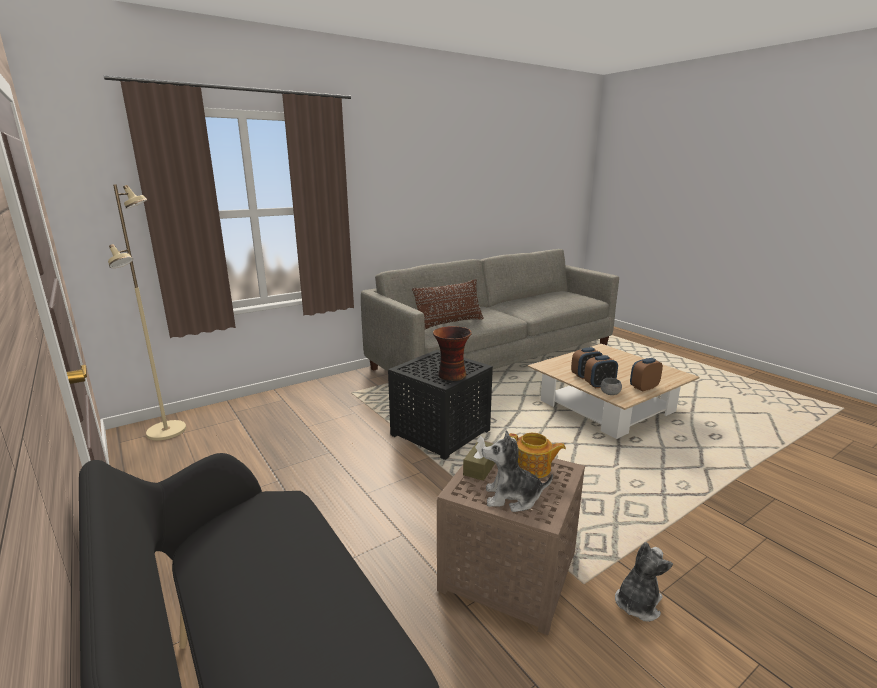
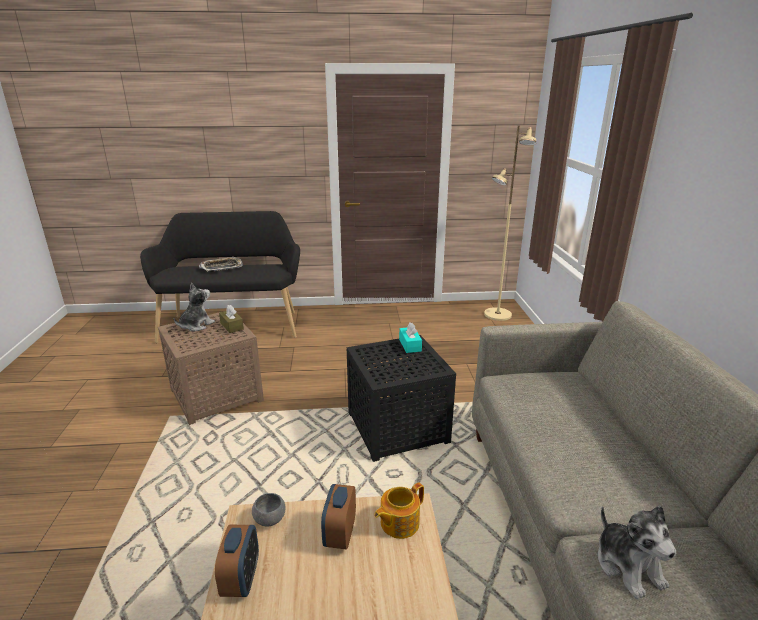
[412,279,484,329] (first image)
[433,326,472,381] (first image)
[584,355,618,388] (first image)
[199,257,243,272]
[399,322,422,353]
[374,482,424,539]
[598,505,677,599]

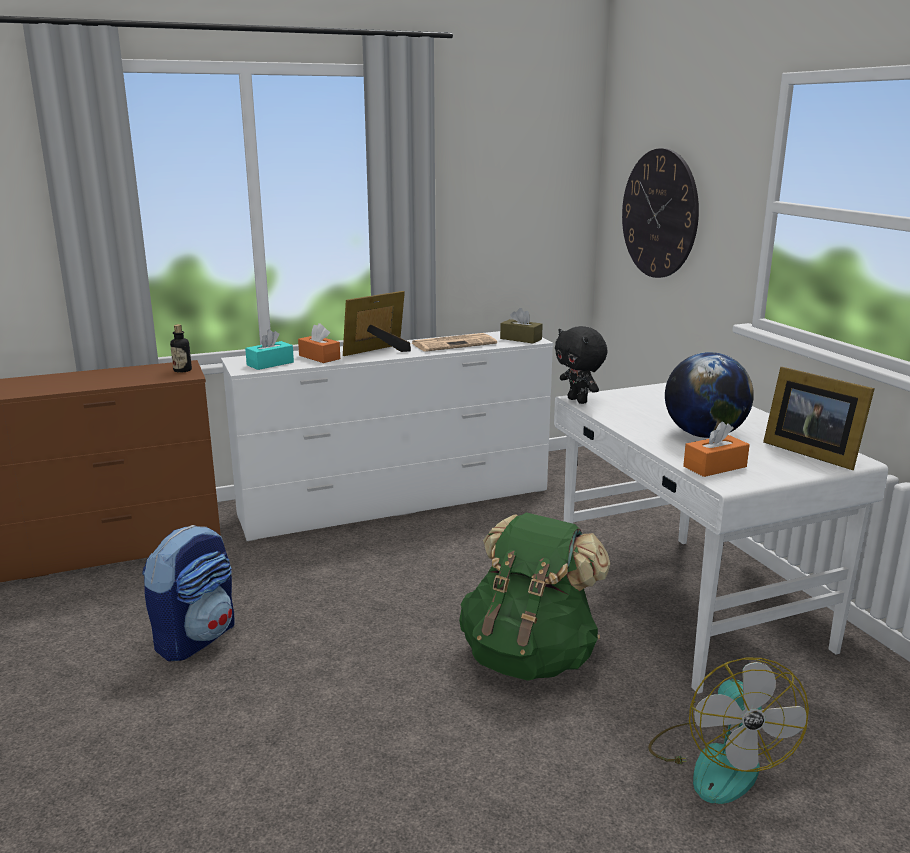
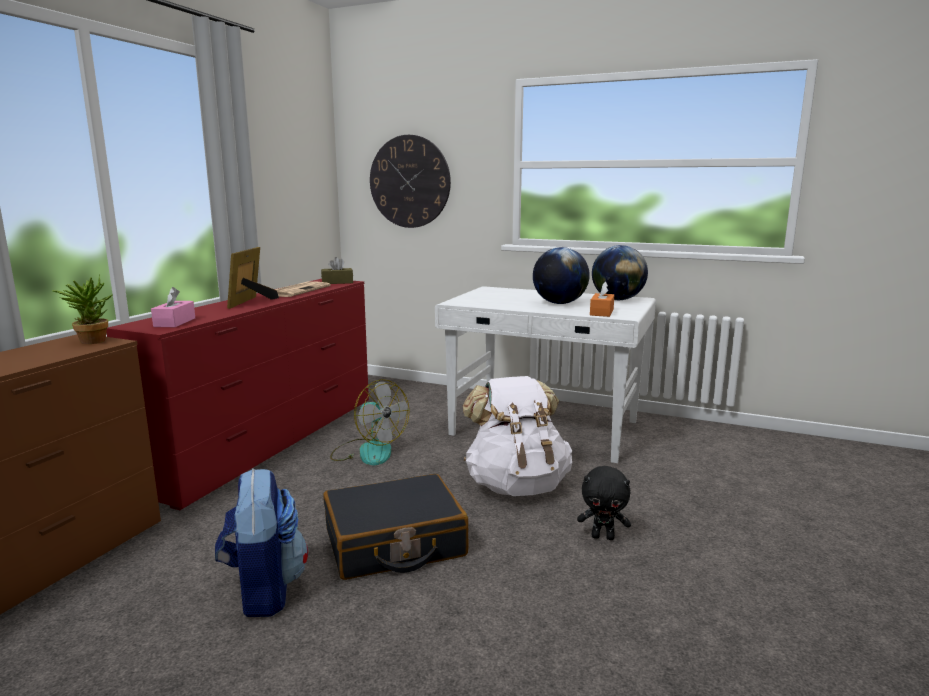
[298,323,340,363] (first image)
[323,474,469,580]
[577,466,631,540]
[330,379,410,465]
[52,274,113,344]
[592,245,648,300]
[107,279,369,510]
[151,287,195,327]
[462,376,572,496]

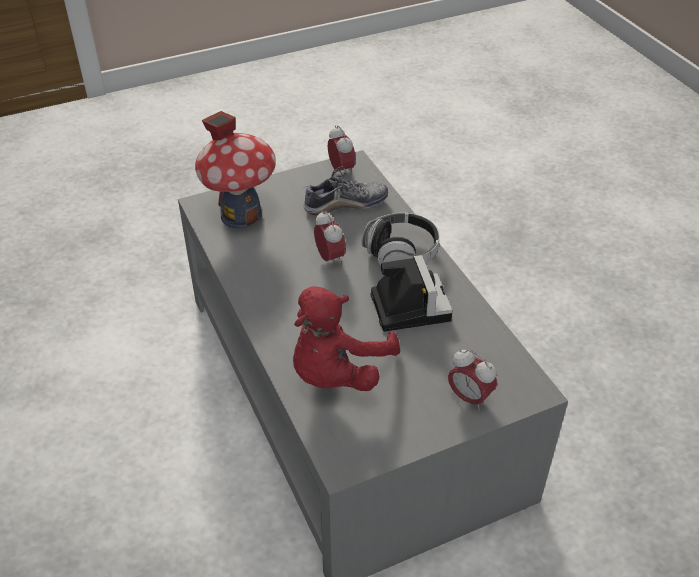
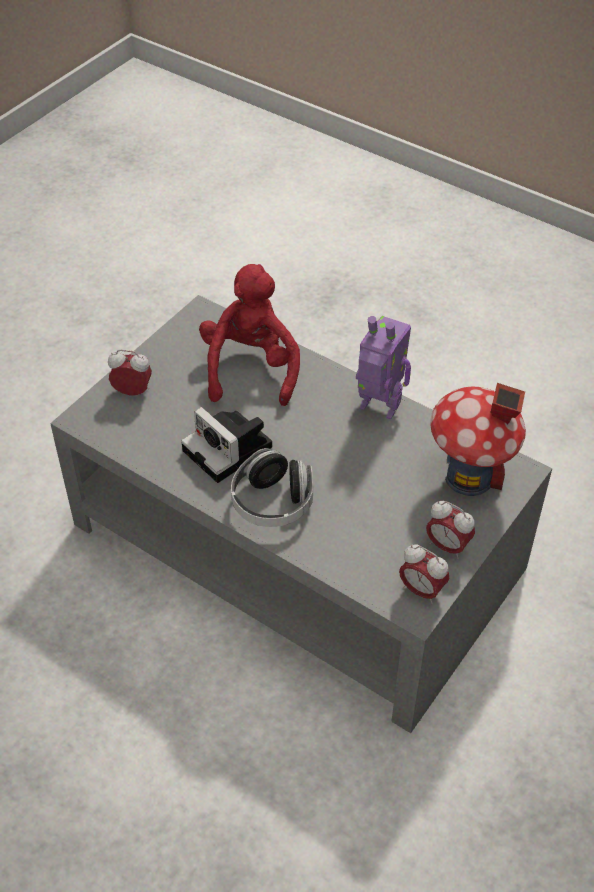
[304,166,388,216] (first image)
[356,316,411,419]
[426,501,475,559]

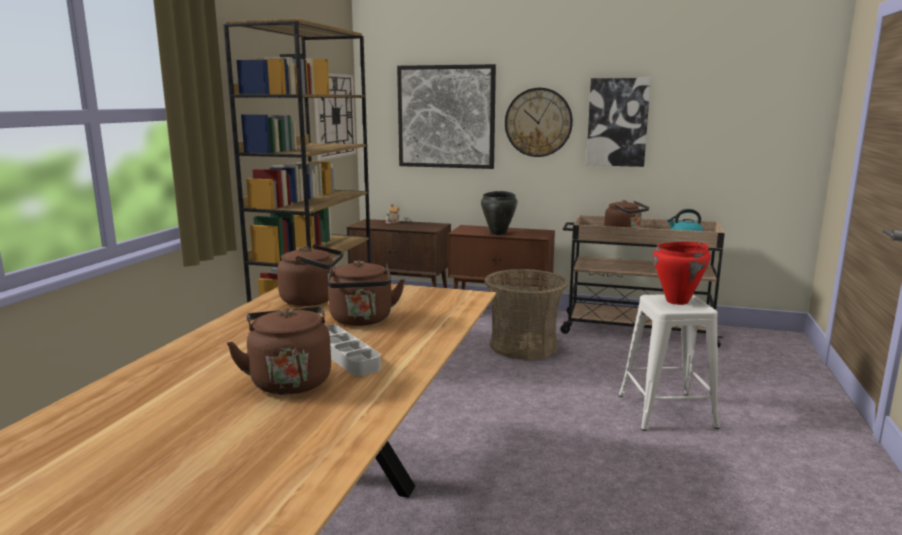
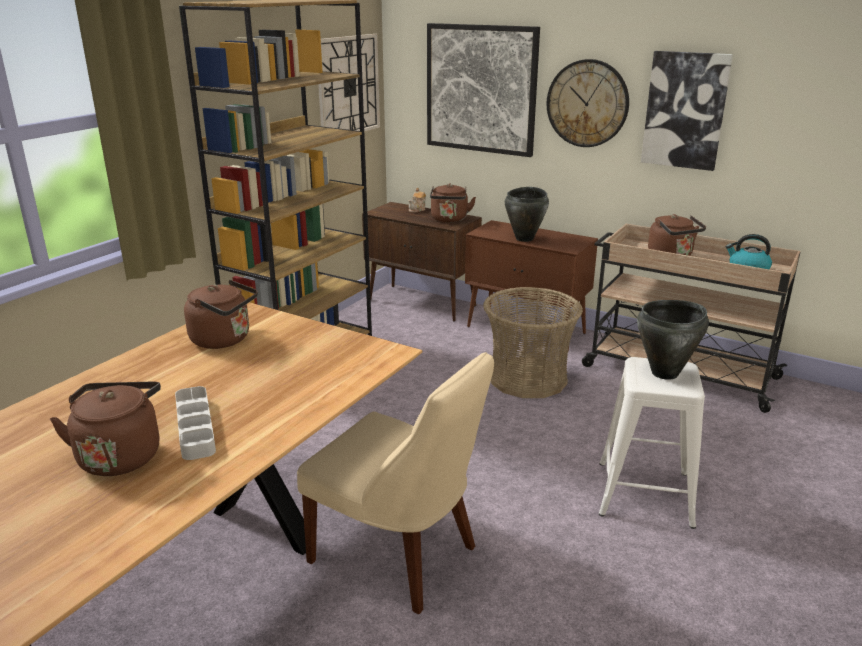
[297,352,494,614]
[430,184,476,222]
[637,300,709,380]

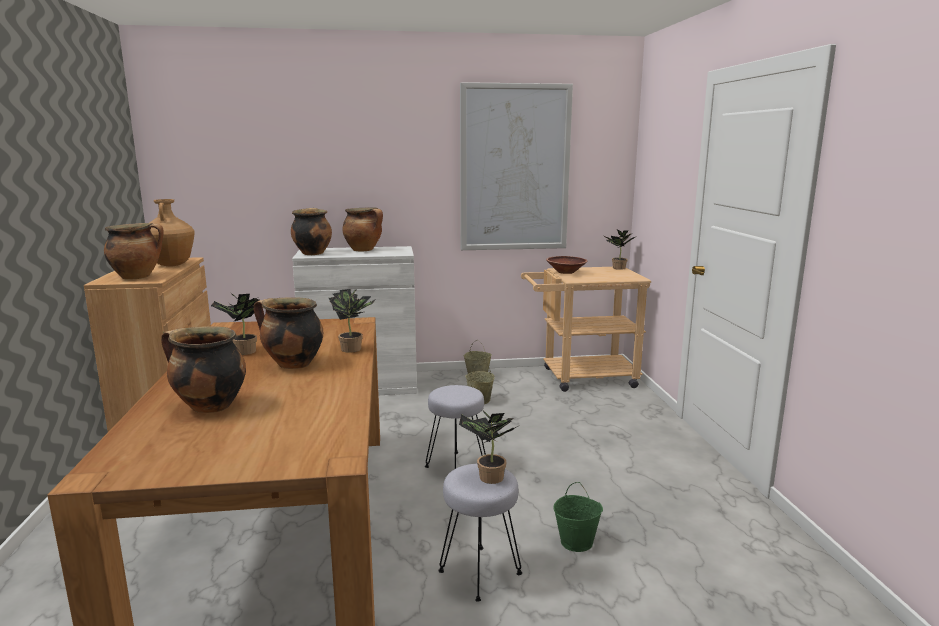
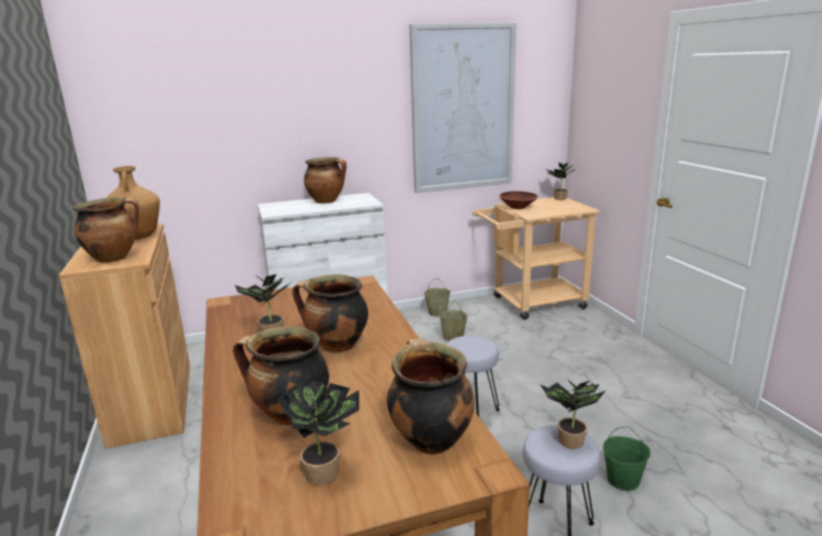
[387,339,475,454]
[277,381,359,485]

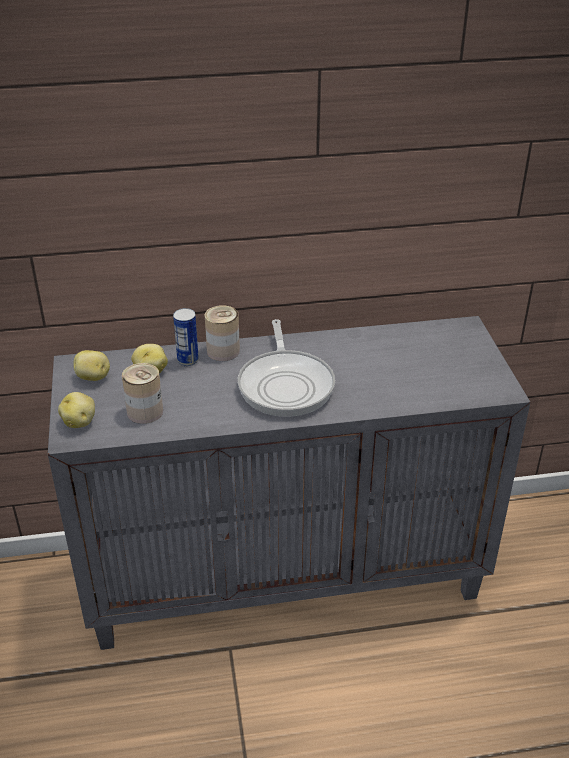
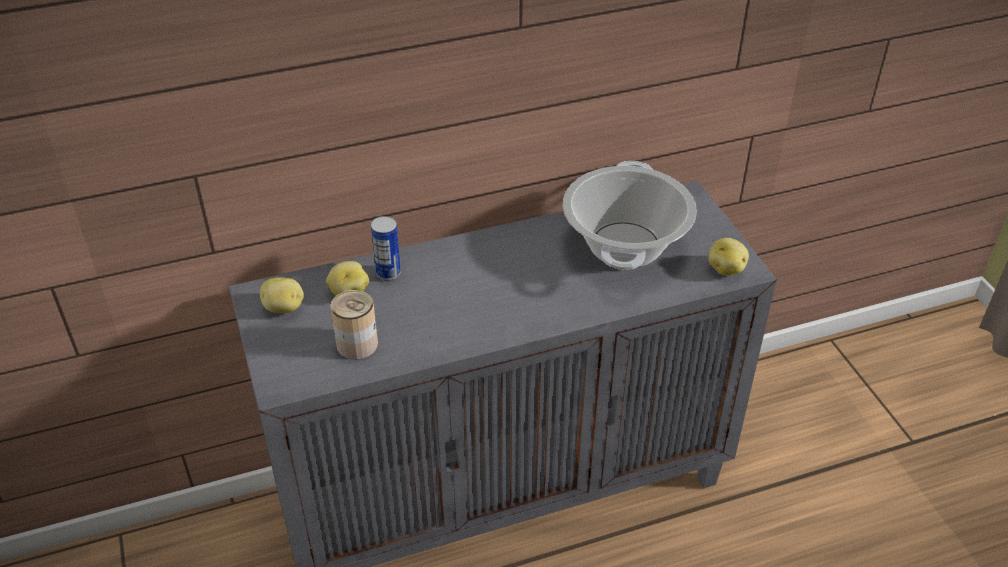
[205,305,240,361] (first image)
[238,319,335,417] (first image)
[563,161,697,270]
[708,238,749,276]

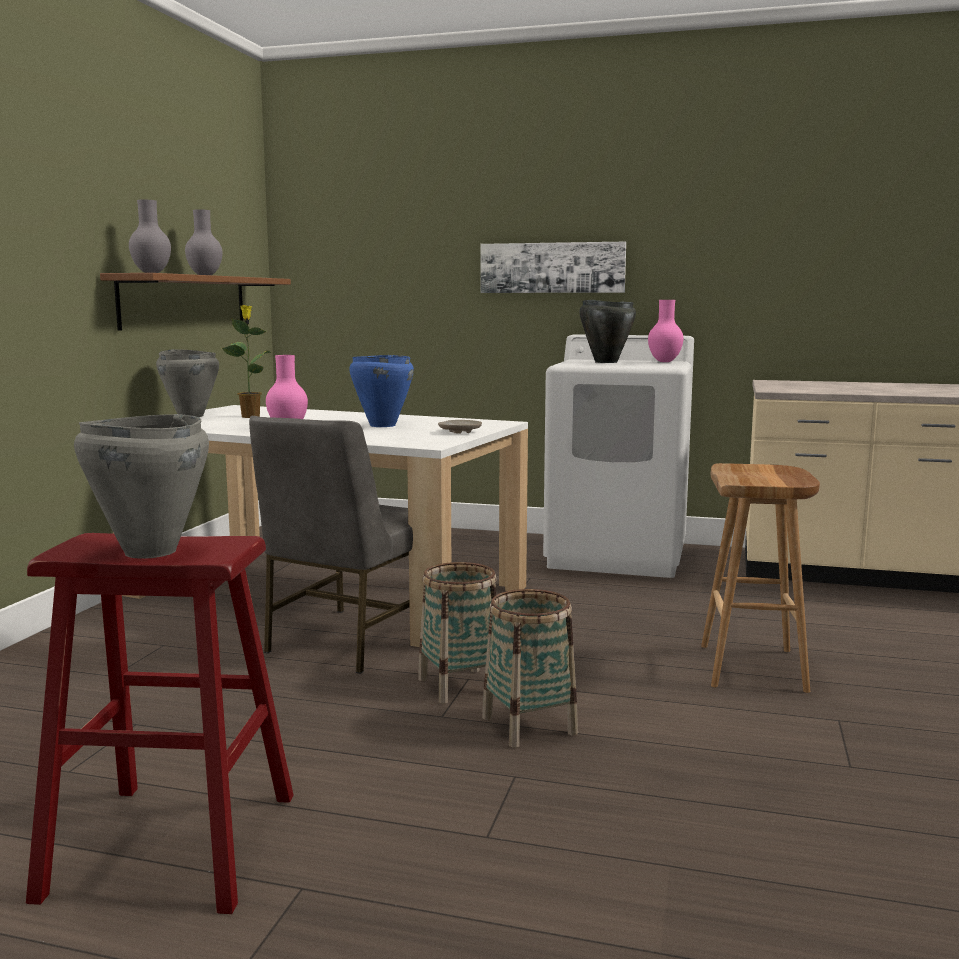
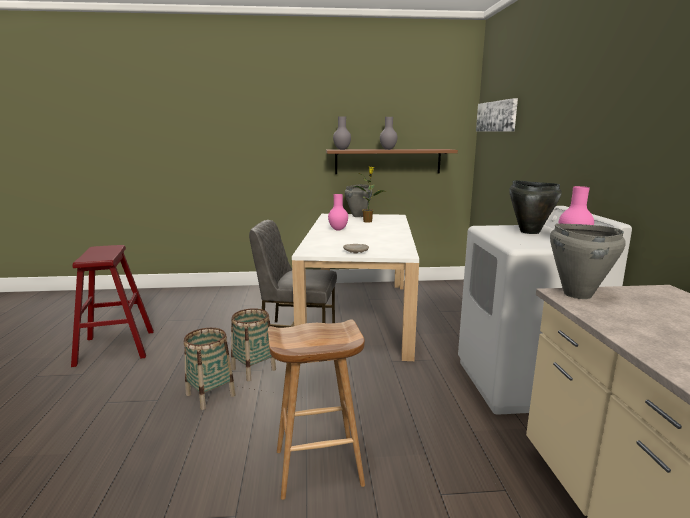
[349,355,414,427] (first image)
[550,224,626,299]
[476,98,518,132]

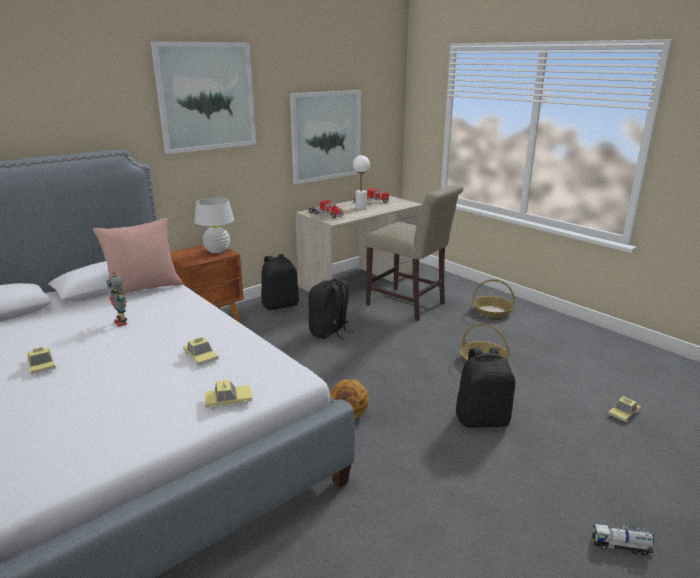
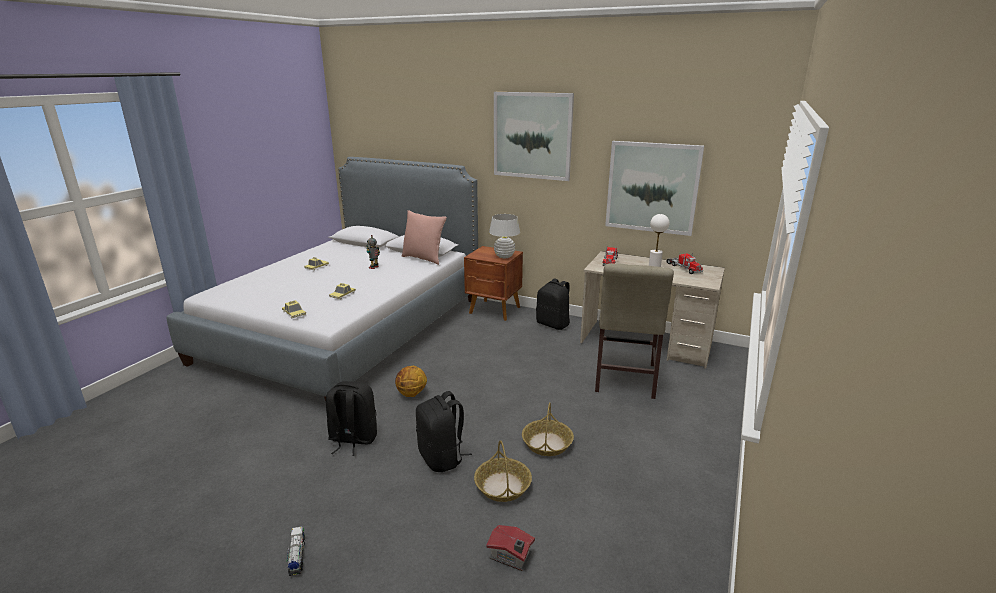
[326,381,377,456]
[474,440,532,502]
[486,525,535,571]

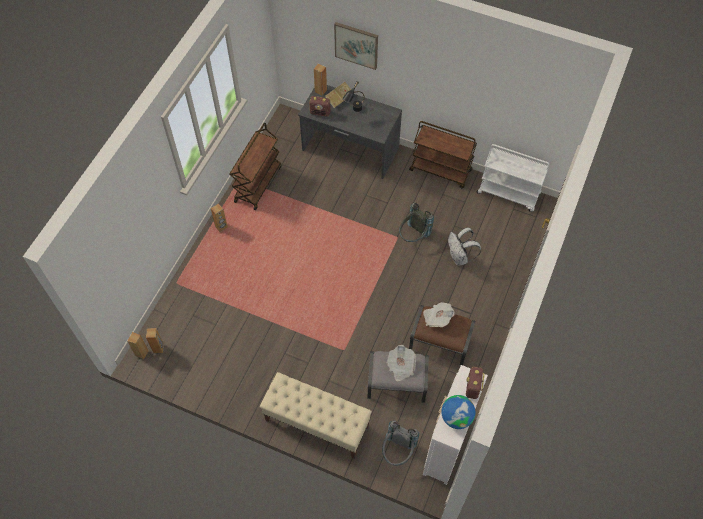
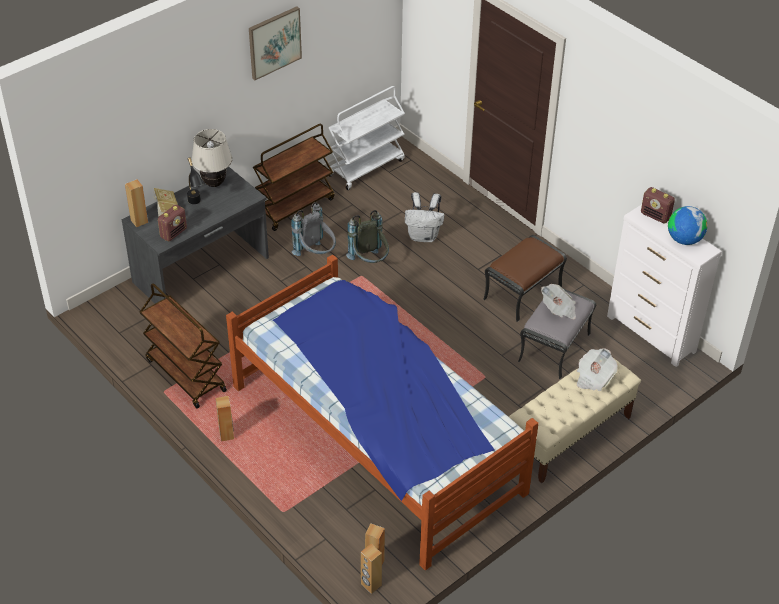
[191,129,232,187]
[226,255,539,570]
[249,6,302,80]
[291,202,336,256]
[577,348,618,391]

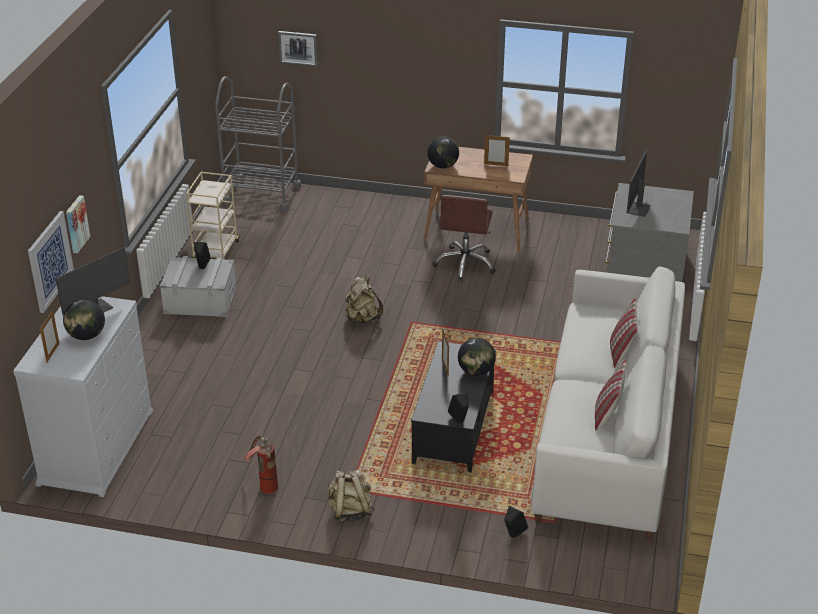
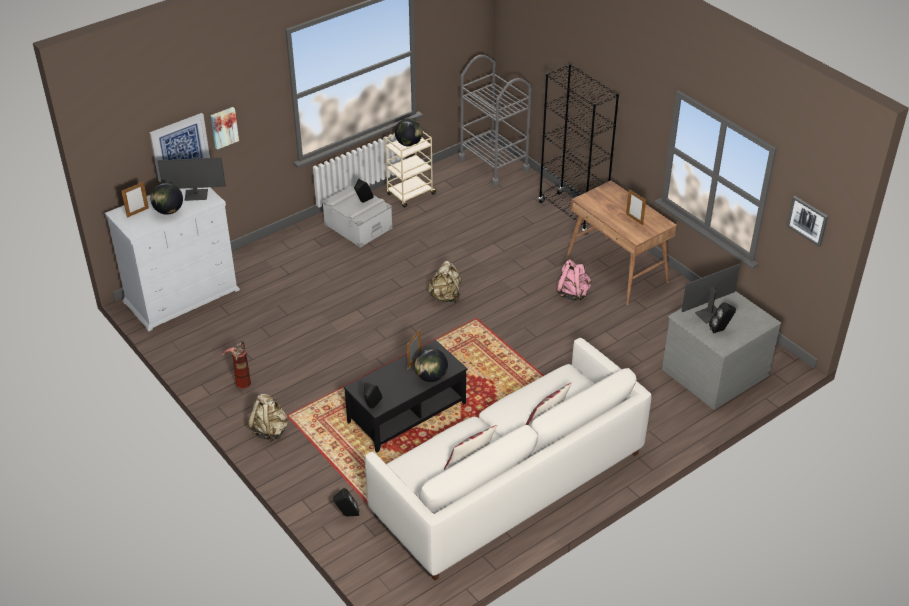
[539,64,619,235]
[709,302,736,333]
[787,196,828,247]
[395,118,423,147]
[556,259,592,301]

